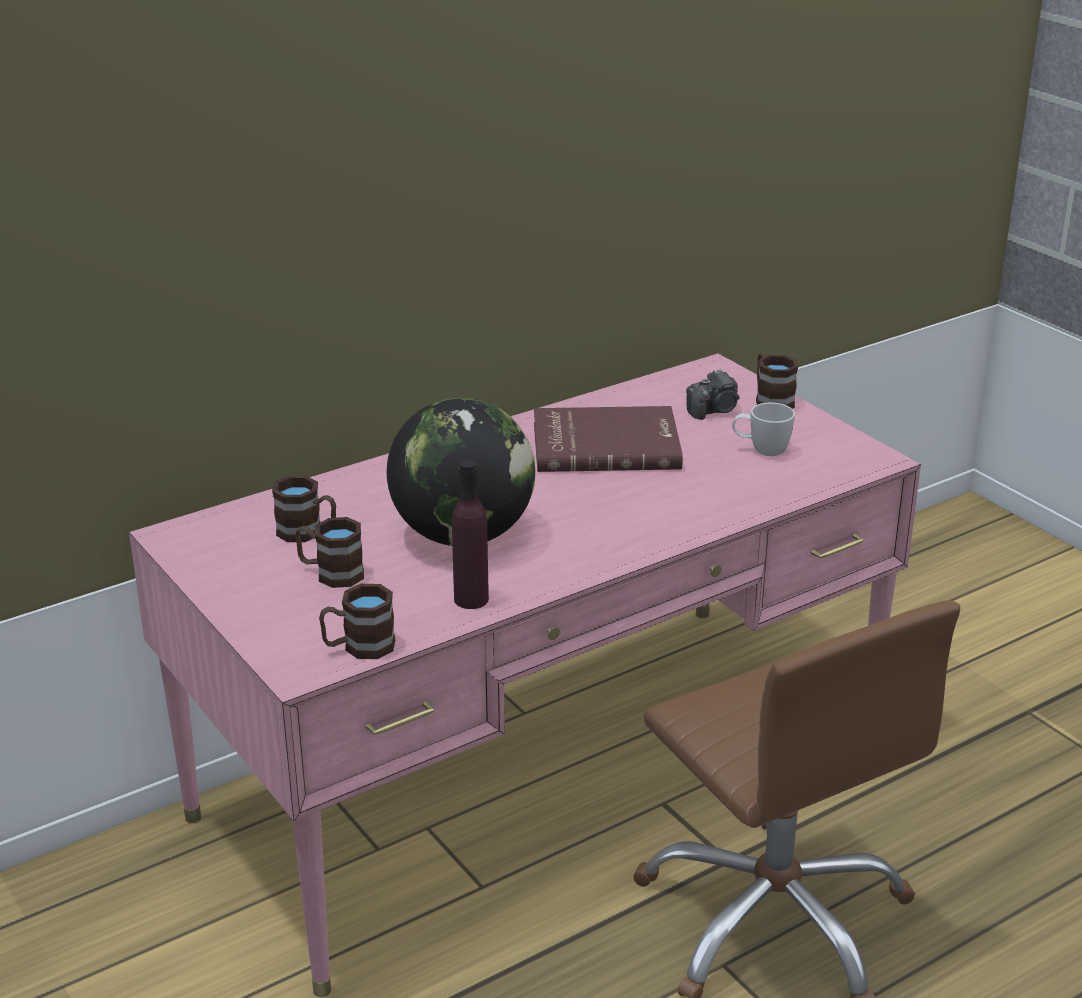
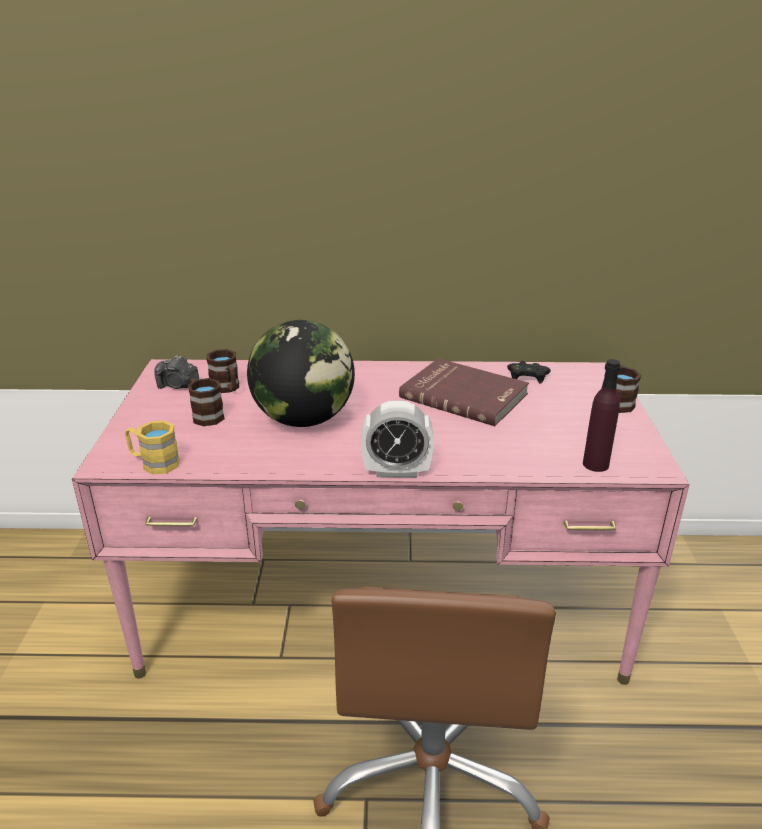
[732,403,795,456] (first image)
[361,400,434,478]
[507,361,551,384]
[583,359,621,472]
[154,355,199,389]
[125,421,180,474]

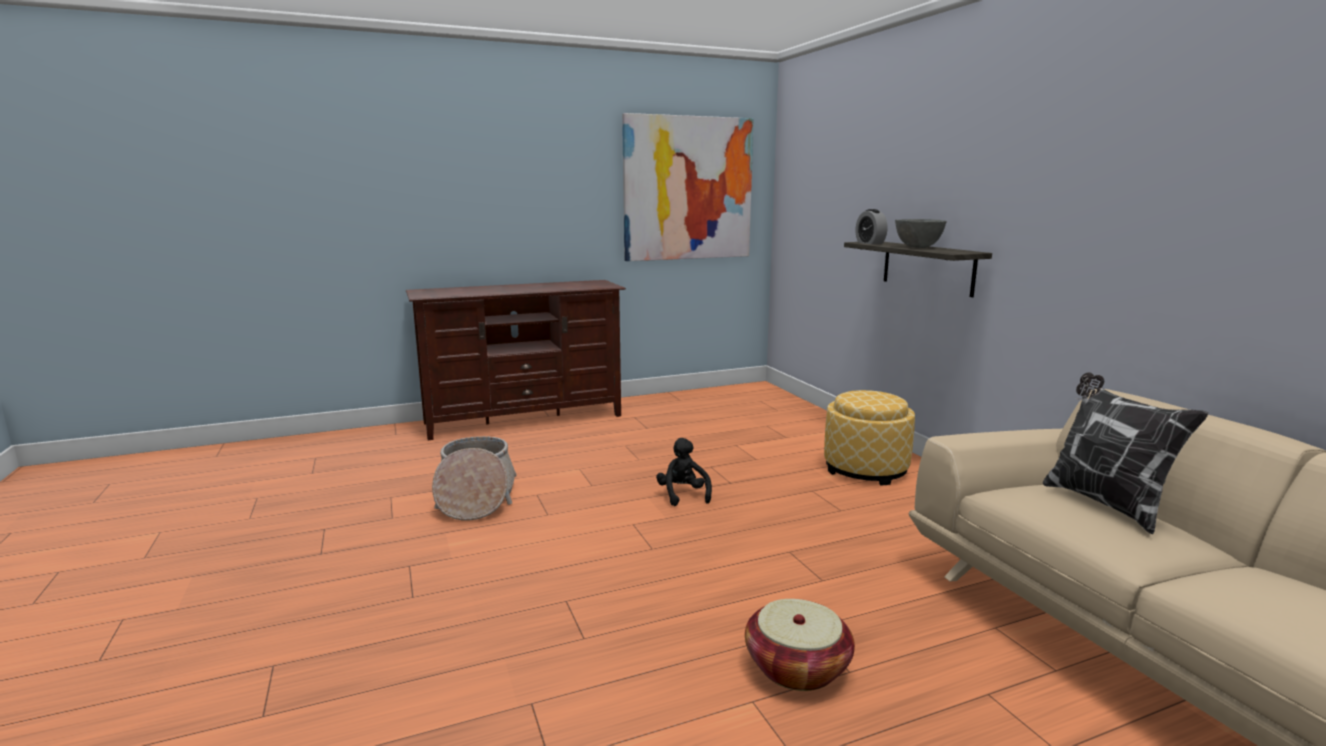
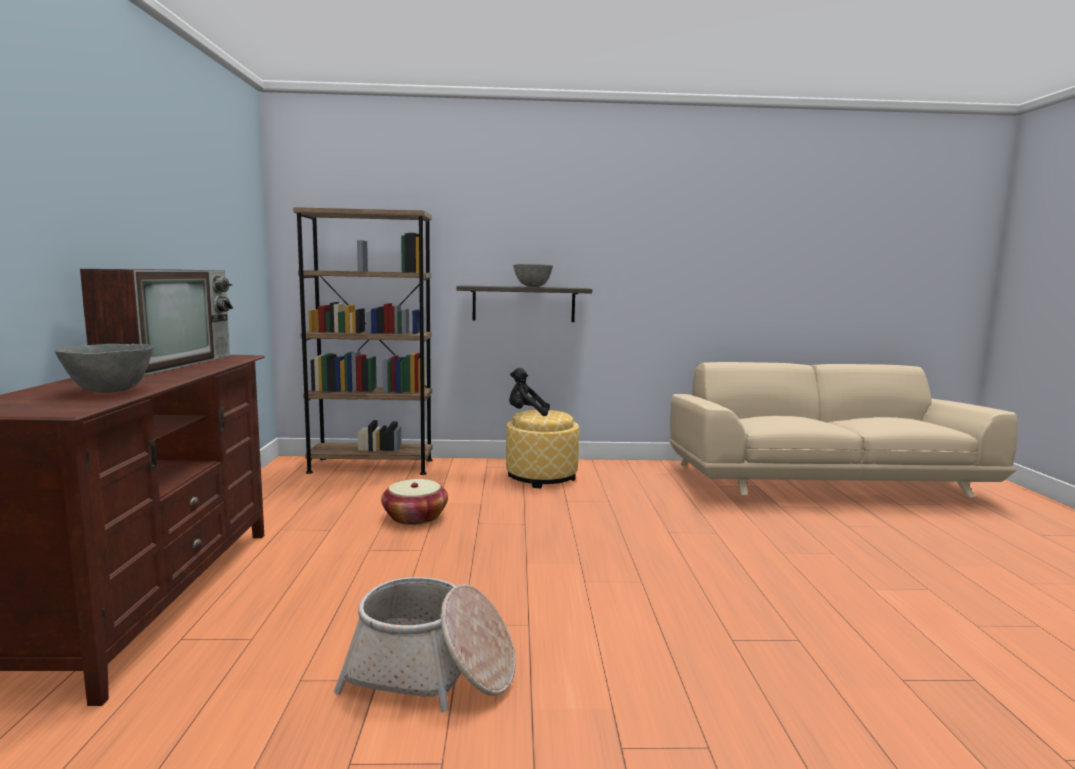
[622,113,754,261] (first image)
[855,209,887,244] (first image)
[1043,372,1209,534] (first image)
[55,344,153,393]
[80,269,233,376]
[293,207,433,475]
[509,368,550,416]
[381,479,448,525]

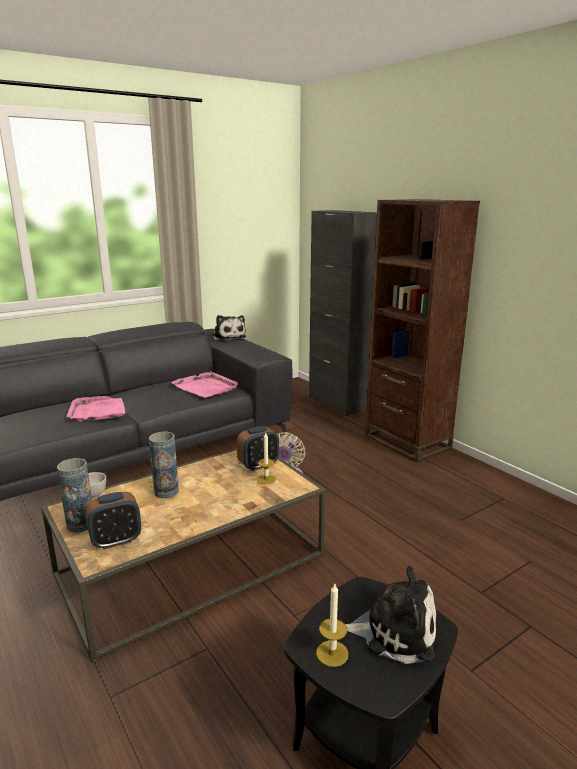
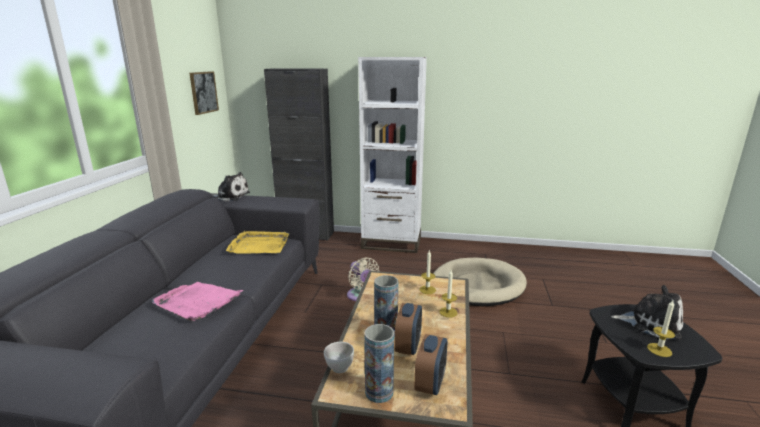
[189,71,219,115]
[433,258,527,306]
[439,270,457,318]
[395,303,422,355]
[226,231,289,254]
[358,57,427,253]
[611,285,683,340]

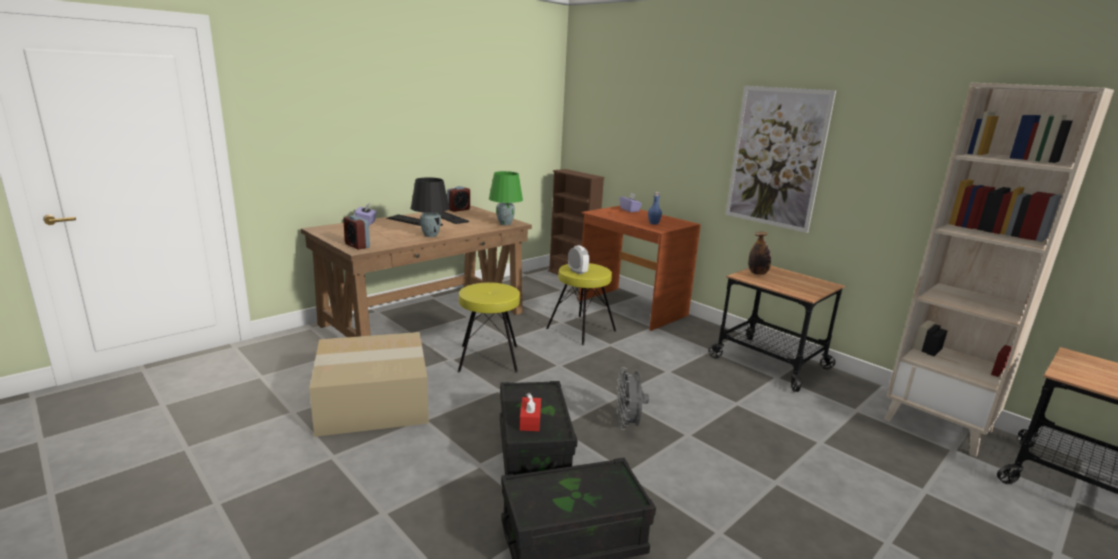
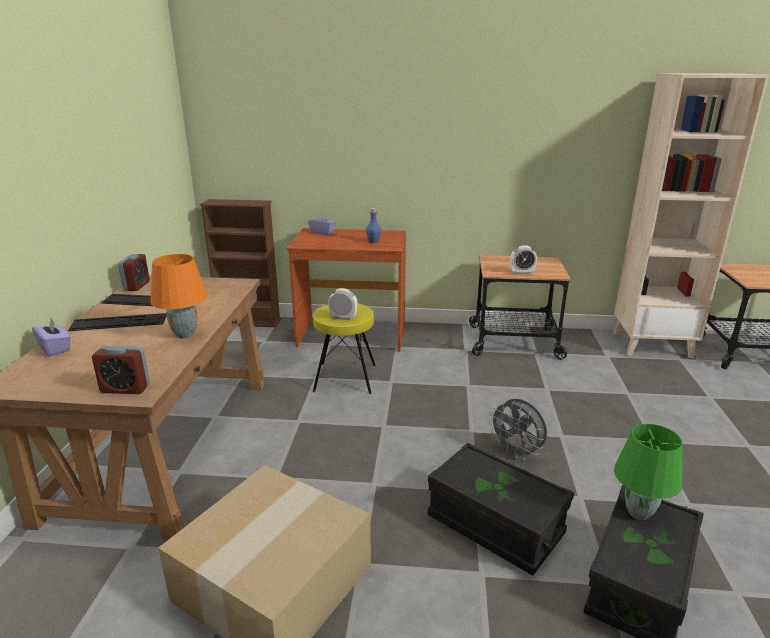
[458,282,520,373] (first image)
[519,393,541,431] (first image)
[726,86,836,233] (first image)
[748,232,771,275] (first image)
[510,245,537,274]
[614,424,682,520]
[151,254,207,338]

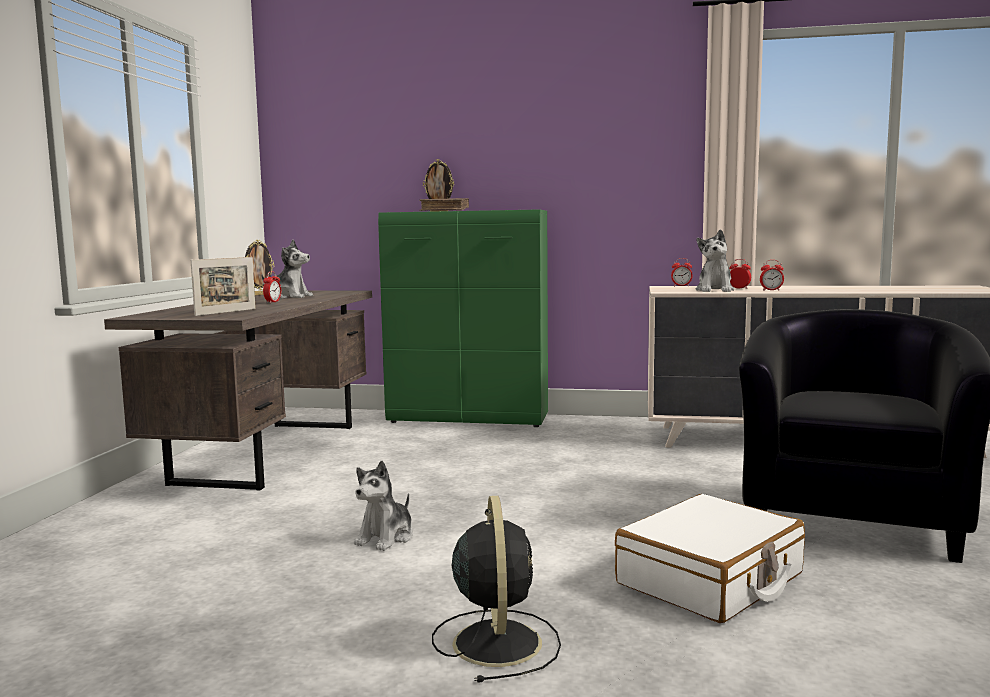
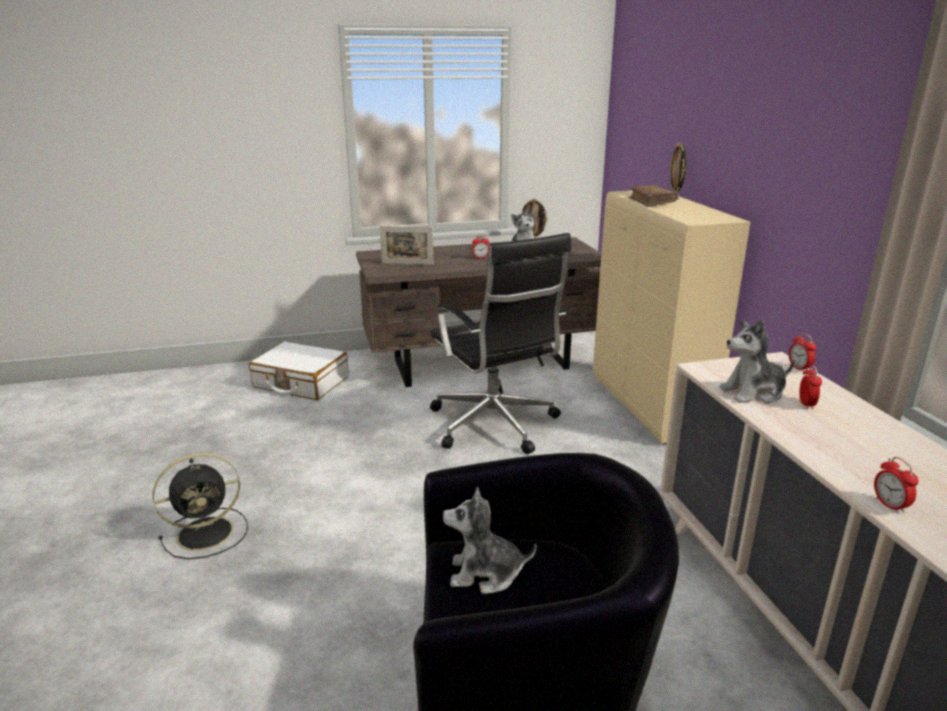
[430,233,571,454]
[443,487,537,594]
[249,341,349,400]
[874,457,919,514]
[593,191,750,444]

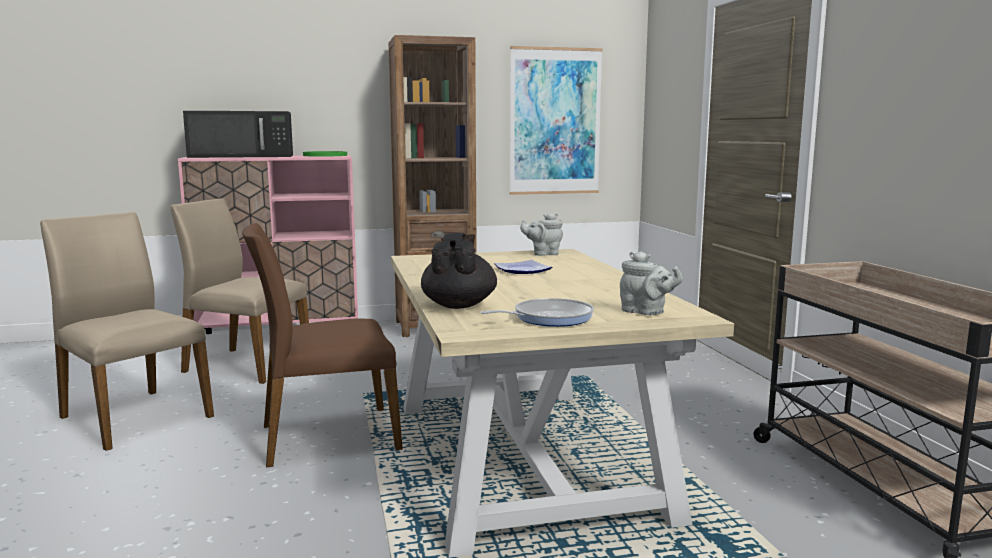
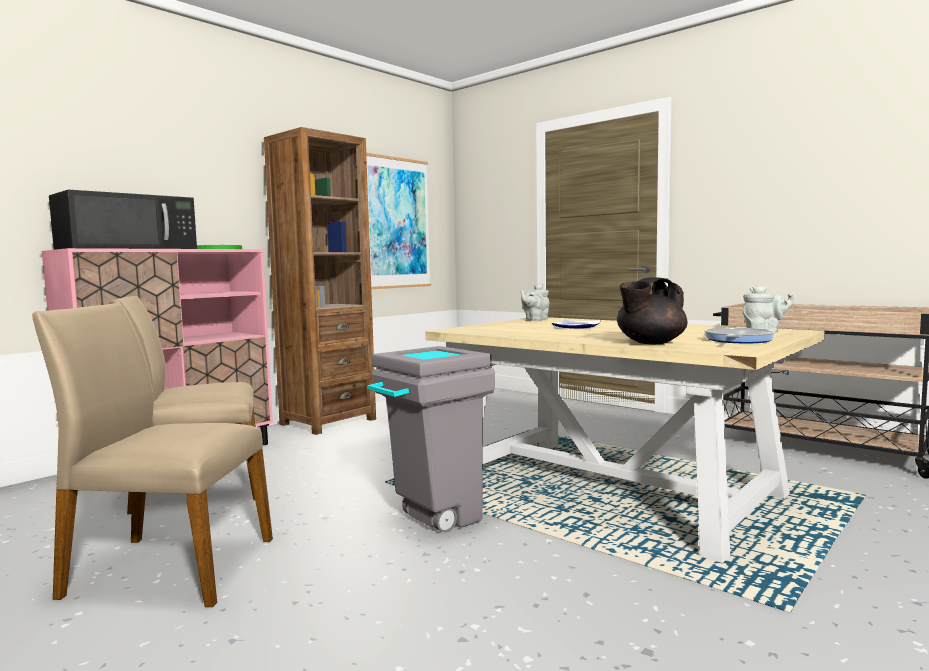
[367,346,495,533]
[617,277,687,344]

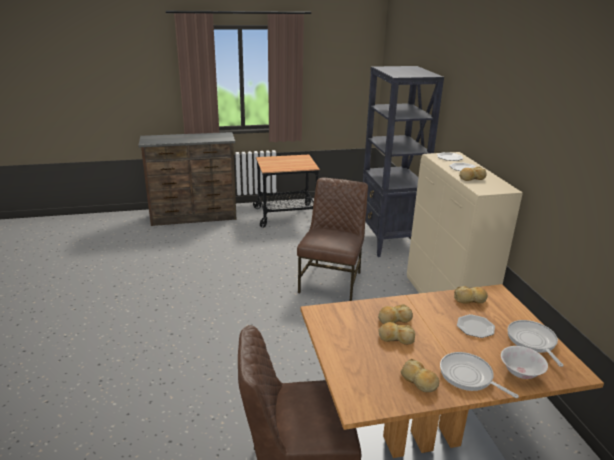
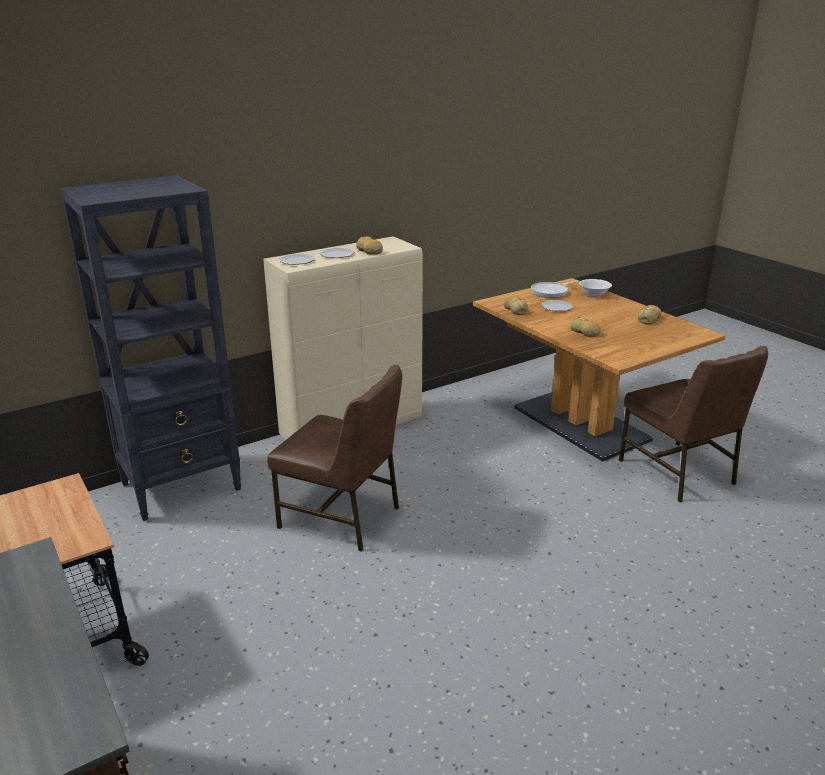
[378,322,415,345] (first image)
[440,352,519,398] (first image)
[267,365,402,552]

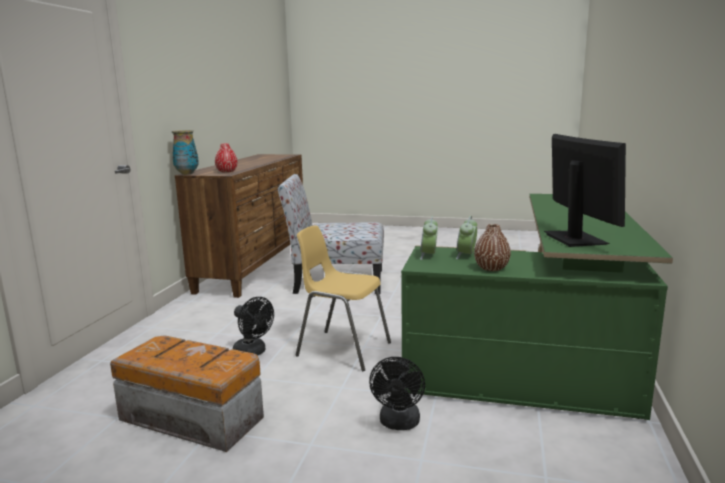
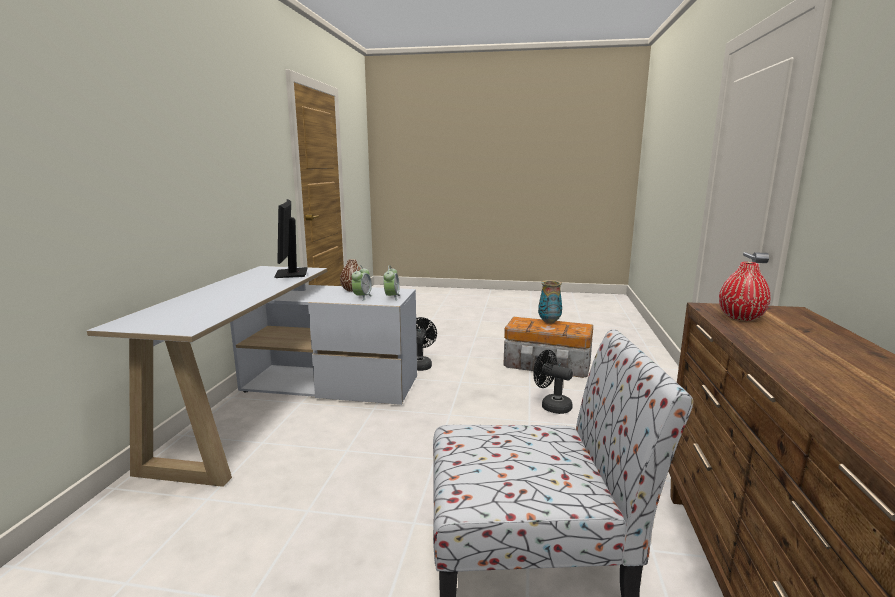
[296,225,391,371] (first image)
[538,280,562,324]
[87,266,417,487]

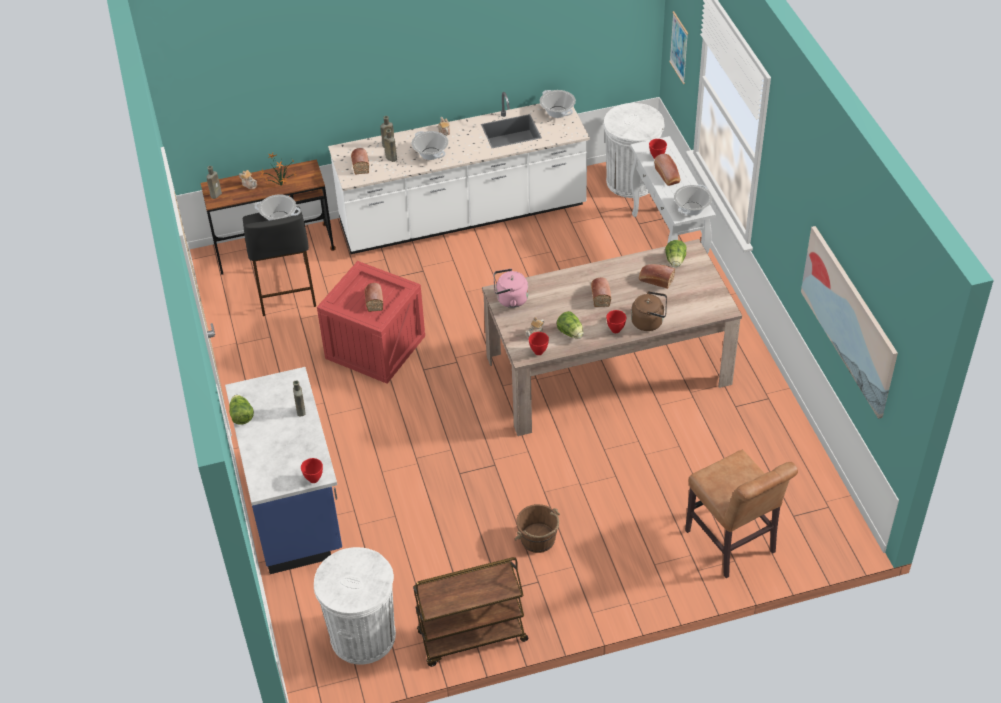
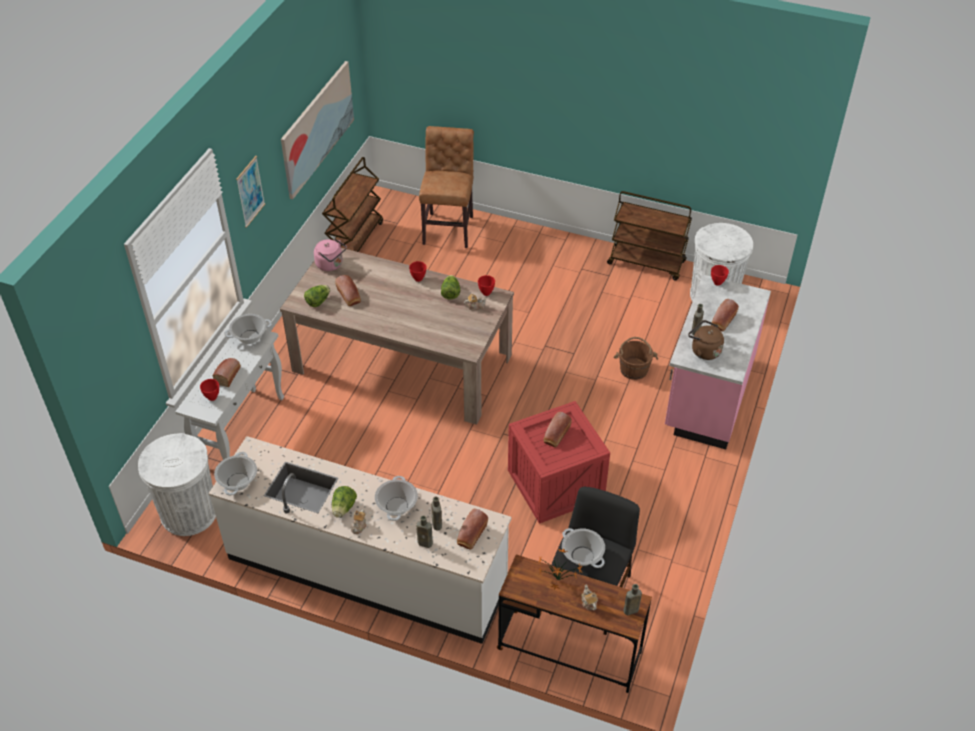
[322,157,383,252]
[332,486,357,518]
[314,239,347,271]
[613,337,658,380]
[711,299,739,331]
[688,320,724,360]
[236,156,265,228]
[665,275,771,449]

